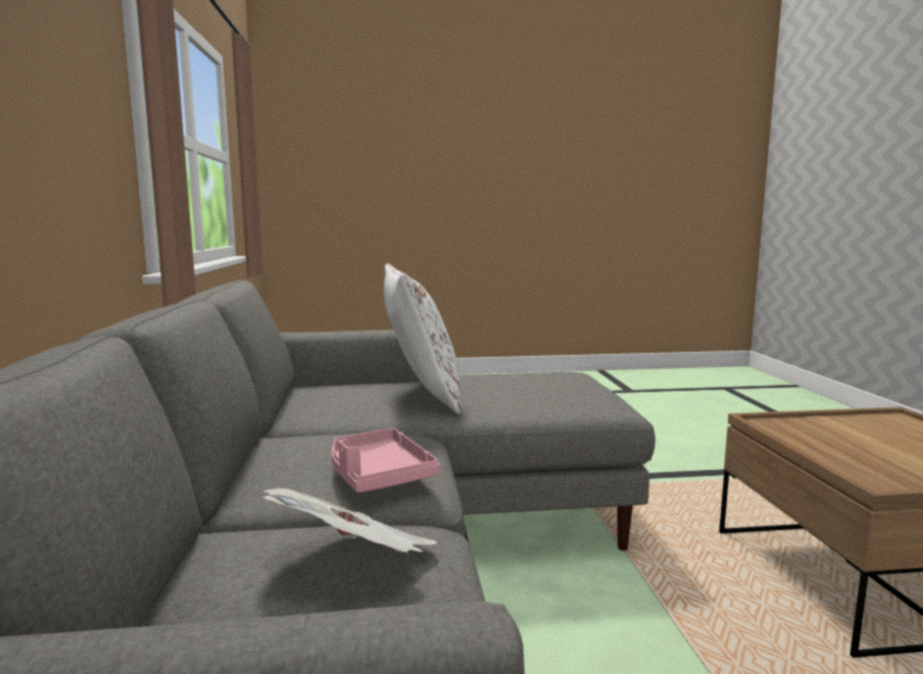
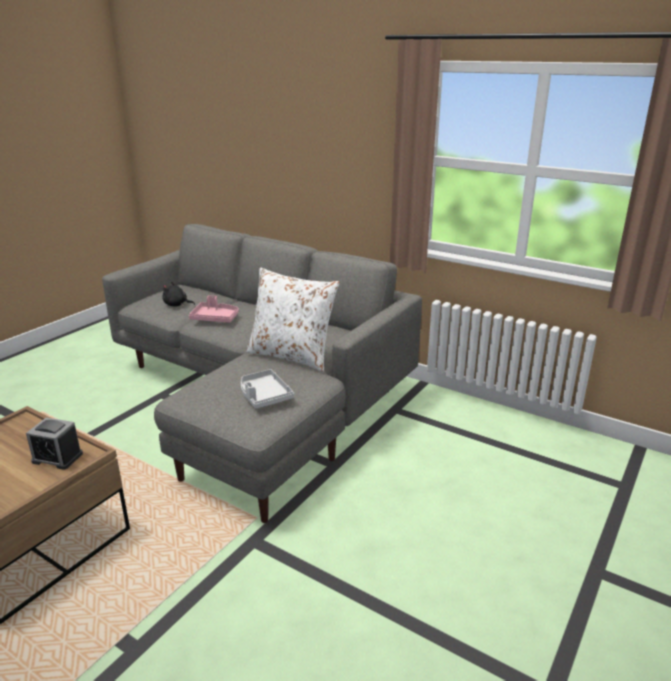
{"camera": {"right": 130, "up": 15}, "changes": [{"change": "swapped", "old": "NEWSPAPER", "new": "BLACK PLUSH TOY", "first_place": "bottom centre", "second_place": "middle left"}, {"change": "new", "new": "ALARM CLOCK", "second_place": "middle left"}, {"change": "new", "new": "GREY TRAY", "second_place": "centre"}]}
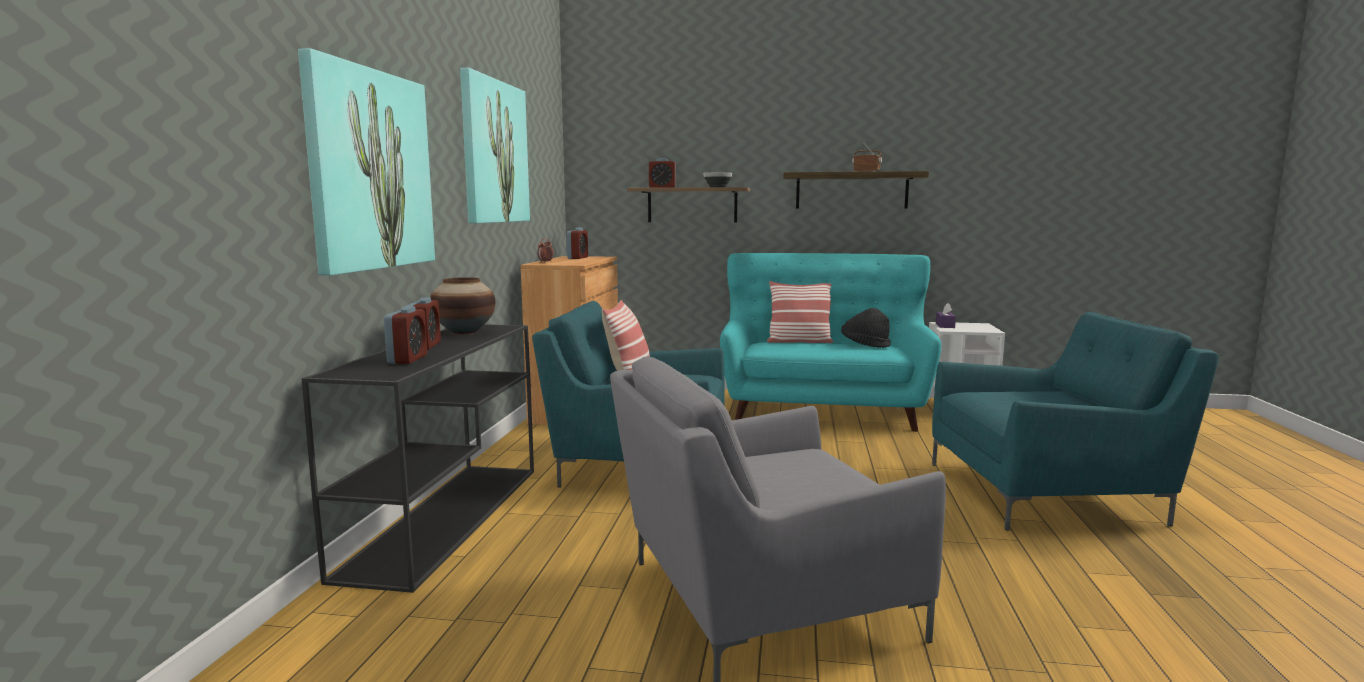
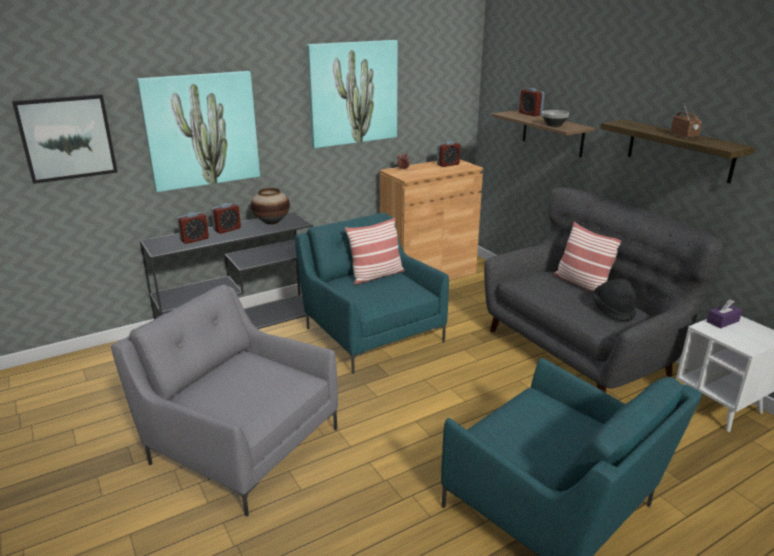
{"camera": {"right": 50, "up": 15}, "changes": [{"change": "repainted", "old": "TURQUOISE SOFA", "new": "GREY SOFA", "first_place": "centre", "second_place": "middle right"}, {"change": "new", "new": "PICTURE (no. 1 from left)", "second_place": "top left"}]}
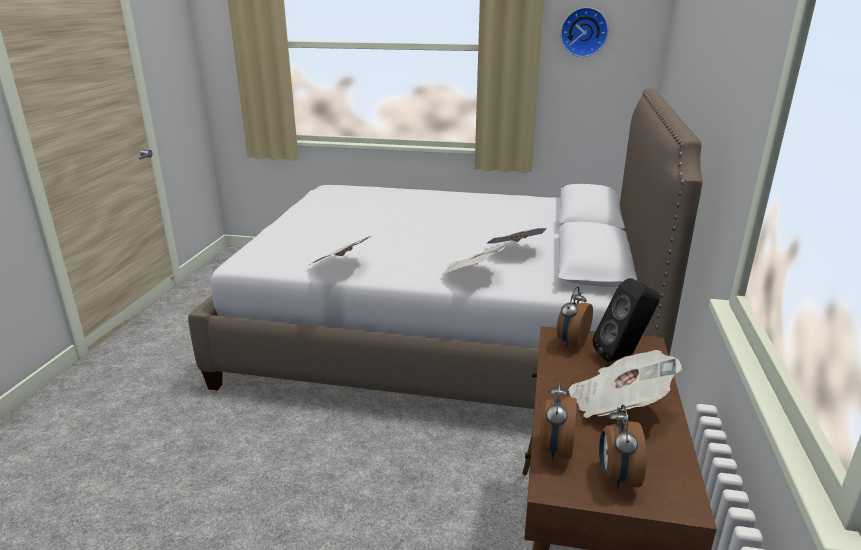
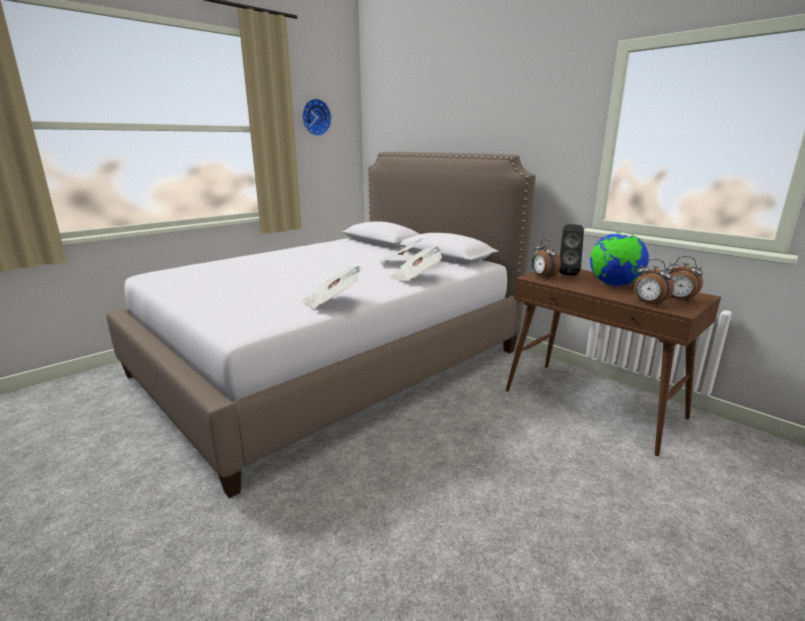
{"camera": {"right": -55, "up": -5}, "changes": [{"change": "swapped", "old": "NEWSPAPER (no. 4 from left)", "new": "GLOBE", "first_place": "bottom right", "second_place": "middle right"}]}
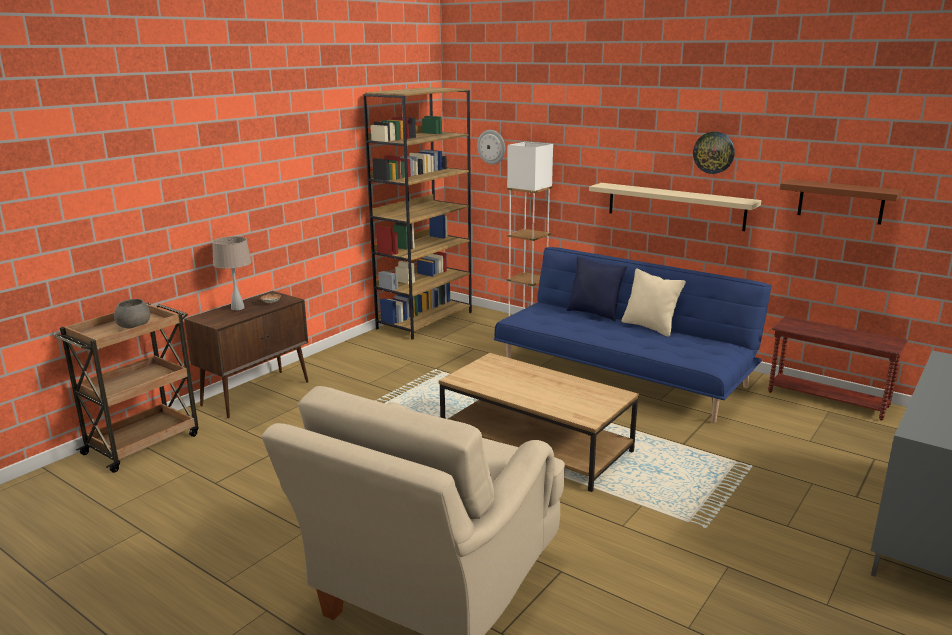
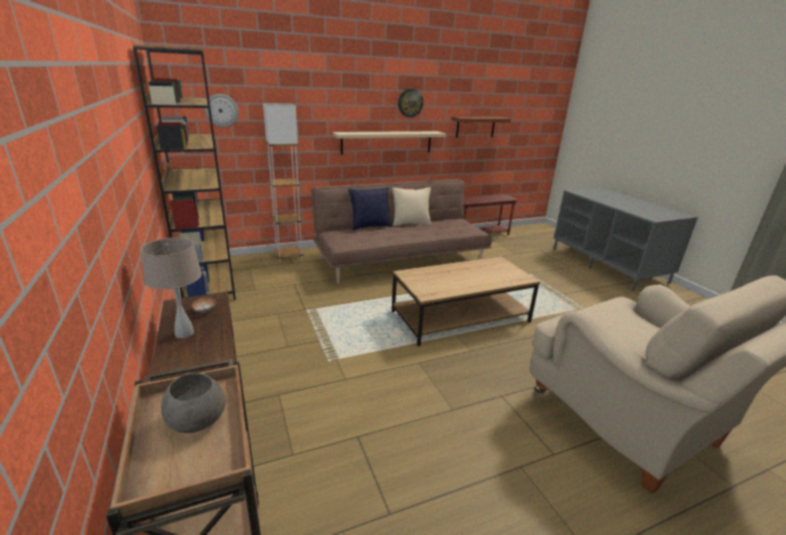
{"camera": {"right": -60, "up": 5}, "changes": [{"change": "repainted", "old": "BLUE SOFA", "new": "BROWN SOFA", "first_place": "centre", "second_place": "centre"}]}
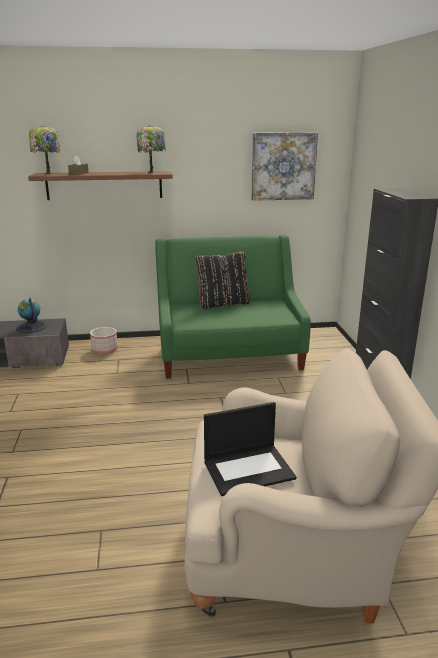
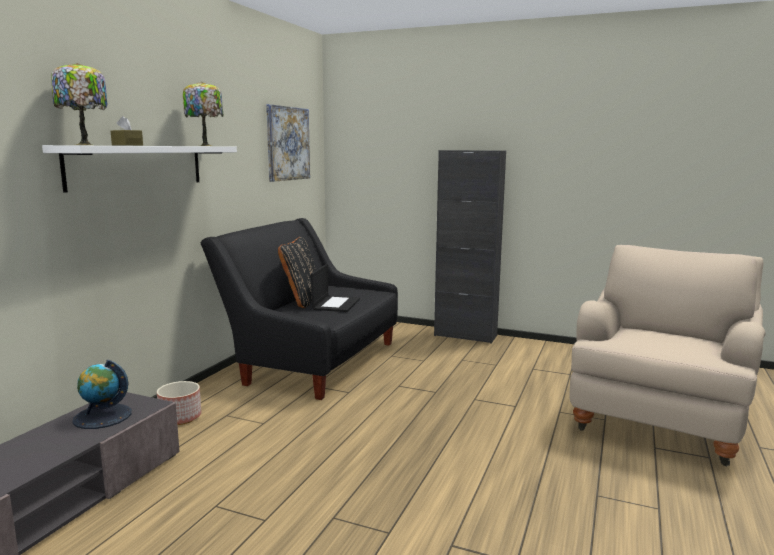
{"camera": {"right": -60, "up": -10}, "changes": [{"change": "repainted", "old": "BROWN SHELF", "new": "WHITE SHELF", "first_place": "top left", "second_place": "top left"}, {"change": "repainted", "old": "GREEN SOFA", "new": "BLACK SOFA", "first_place": "centre", "second_place": "centre"}, {"change": "shifted", "old": "LAPTOP", "first_place": "bottom centre", "second_place": "centre"}]}
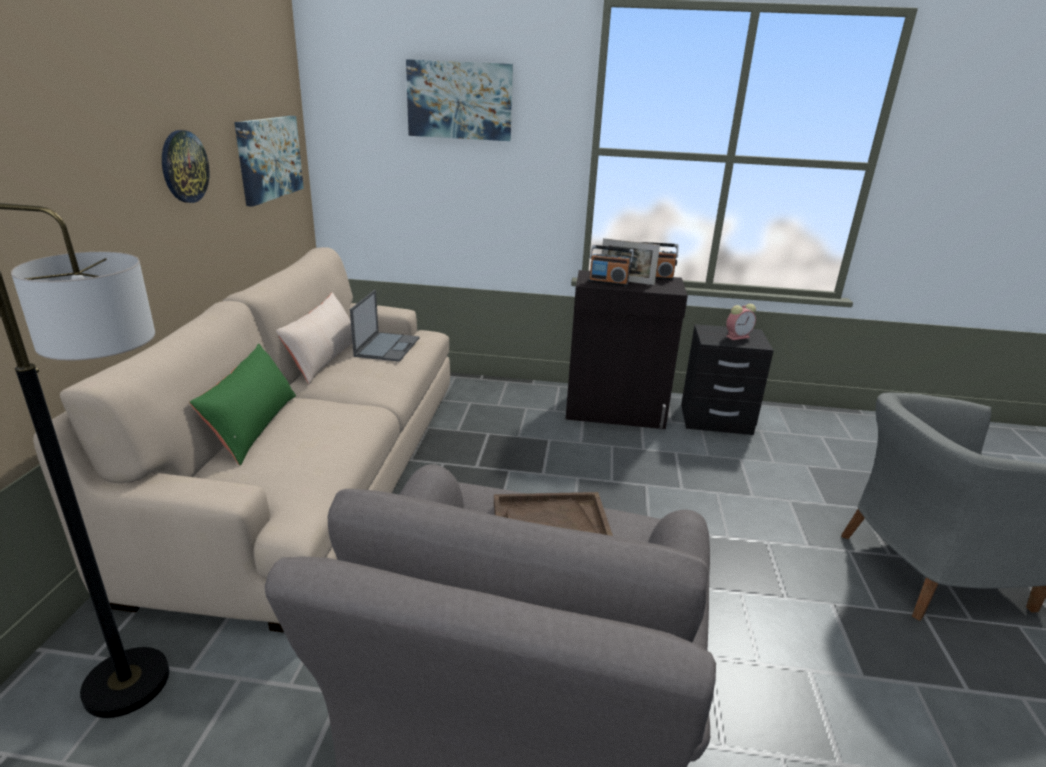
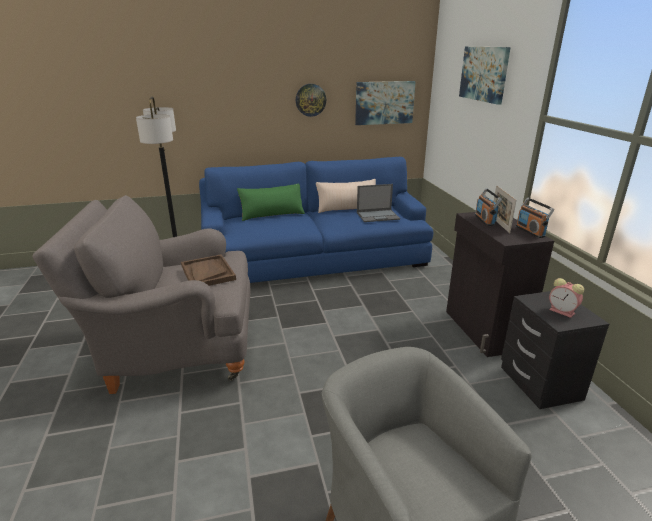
{"camera": {"right": 70, "up": 0}, "changes": [{"change": "repainted", "old": "BEIGE SOFA", "new": "BLUE SOFA", "first_place": "middle left", "second_place": "centre"}]}
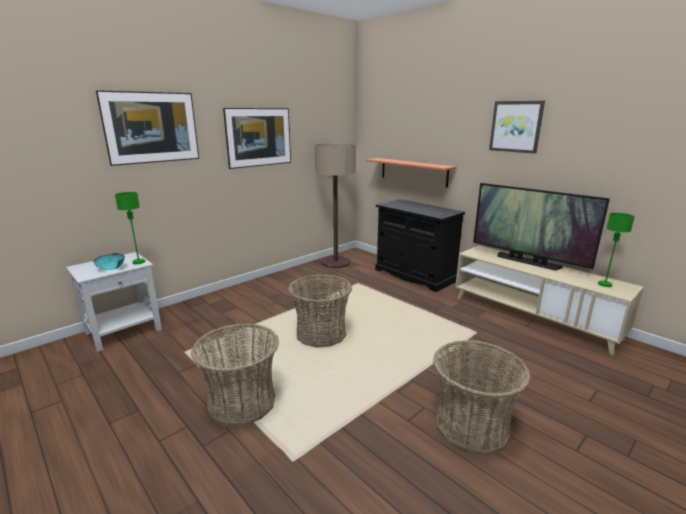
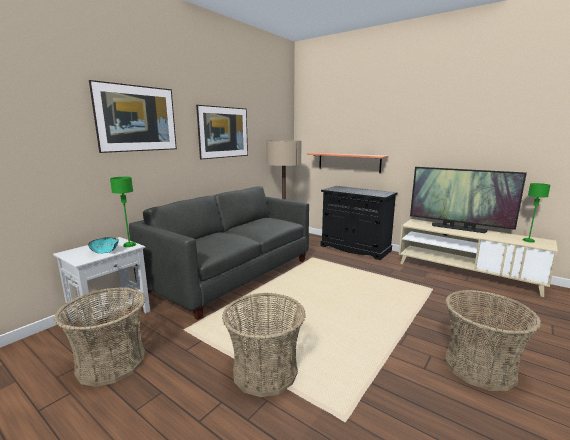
{"camera": {"right": -10, "up": -5}, "changes": [{"change": "shifted", "old": "BASKET (no. 2 from left in the first image)", "new": "BASKET (no. 1 from left)", "first_place": "centre", "second_place": "bottom left"}, {"change": "gone", "old": "PICTURE (no. 3 from left)", "first_place": "top right"}, {"change": "new", "new": "GREY SOFA", "second_place": "centre"}]}
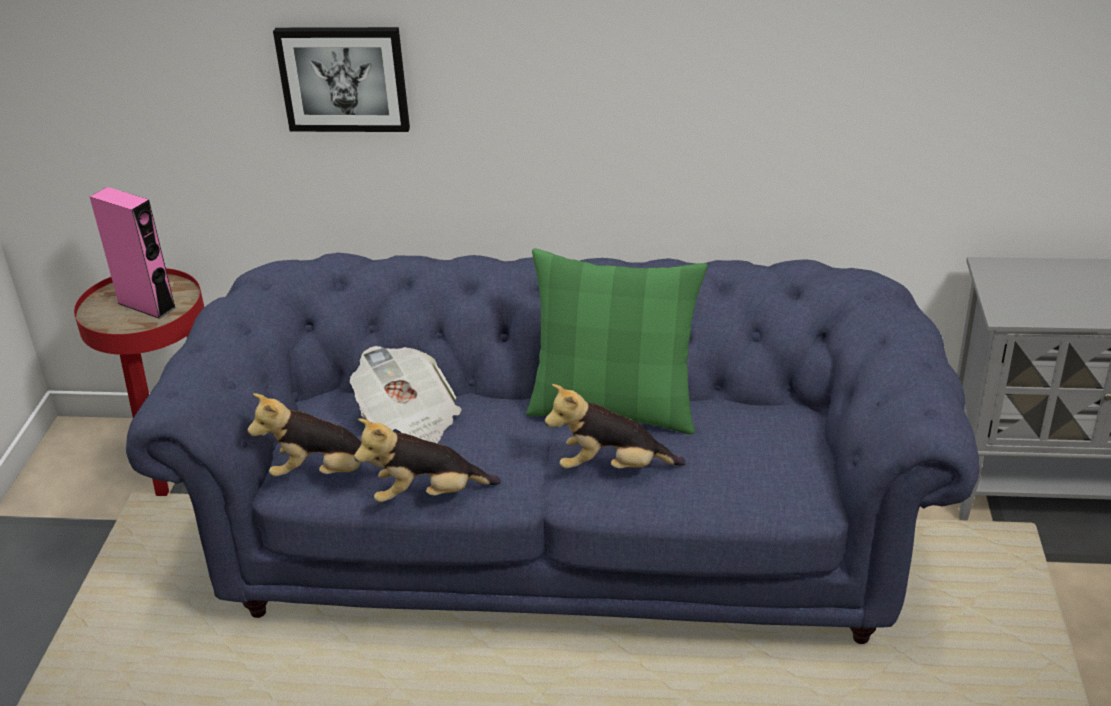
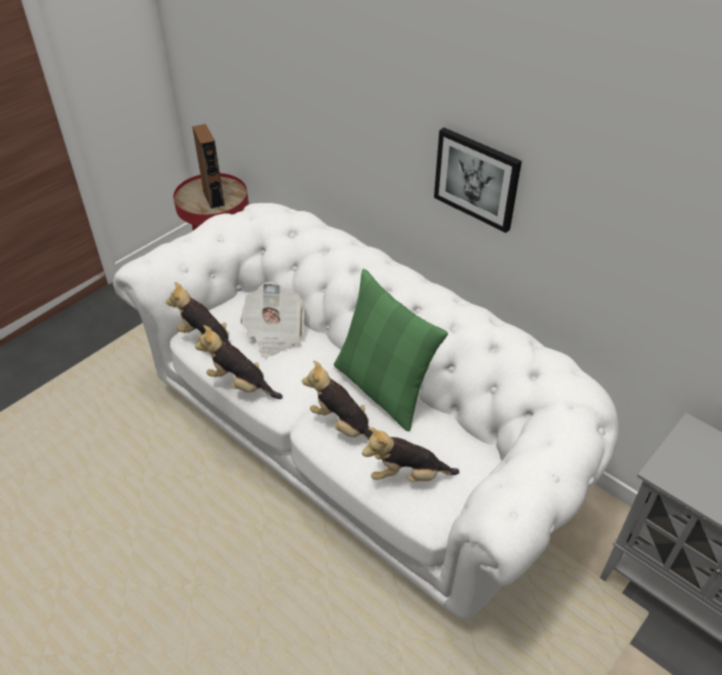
{"camera": {"right": 35, "up": 10}, "changes": [{"change": "repainted", "old": "PINK SPEAKER", "new": "BROWN SPEAKER", "first_place": "middle left", "second_place": "top left"}, {"change": "repainted", "old": "BLUE SOFA", "new": "WHITE SOFA", "first_place": "centre", "second_place": "centre"}, {"change": "shifted", "old": "PICTURE", "first_place": "top left", "second_place": "top centre"}, {"change": "new", "new": "PLUSH TOY (no. 4 from left)", "second_place": "bottom centre"}]}
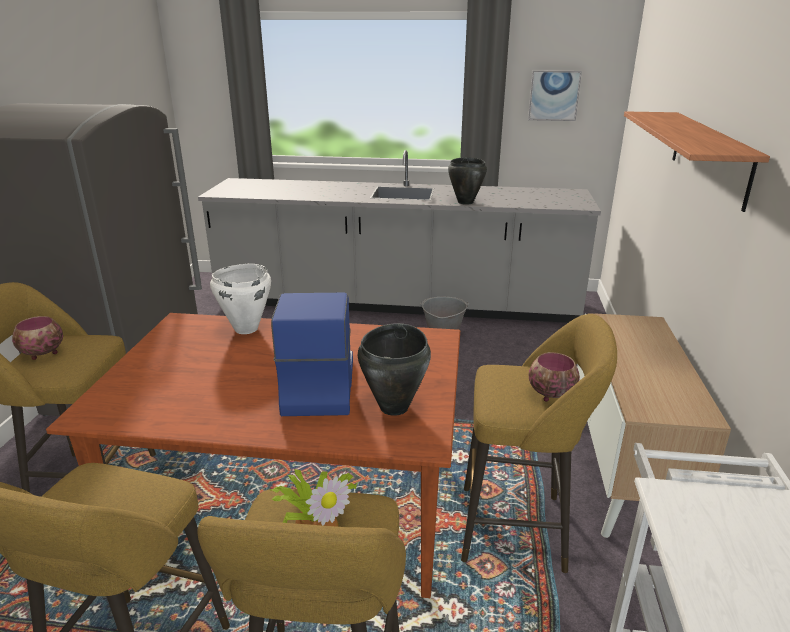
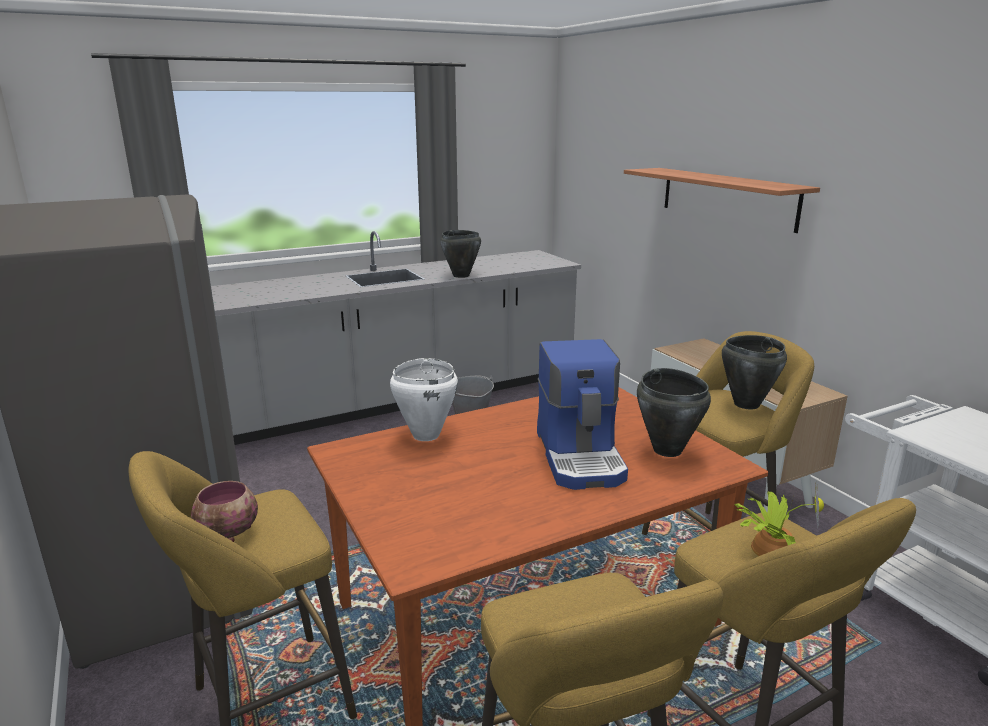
{"camera": {"right": -35, "up": -5}, "changes": [{"change": "rotated", "old": "COFFEE MACHINE", "first_place": "centre", "second_place": "centre", "degrees": -150}, {"change": "gone", "old": "PICTURE", "first_place": "top right"}, {"change": "swapped", "old": "BOWL (no. 2 from left)", "new": "BLACK COOKING POT (no. 3 from left)", "first_place": "middle right", "second_place": "middle right"}]}
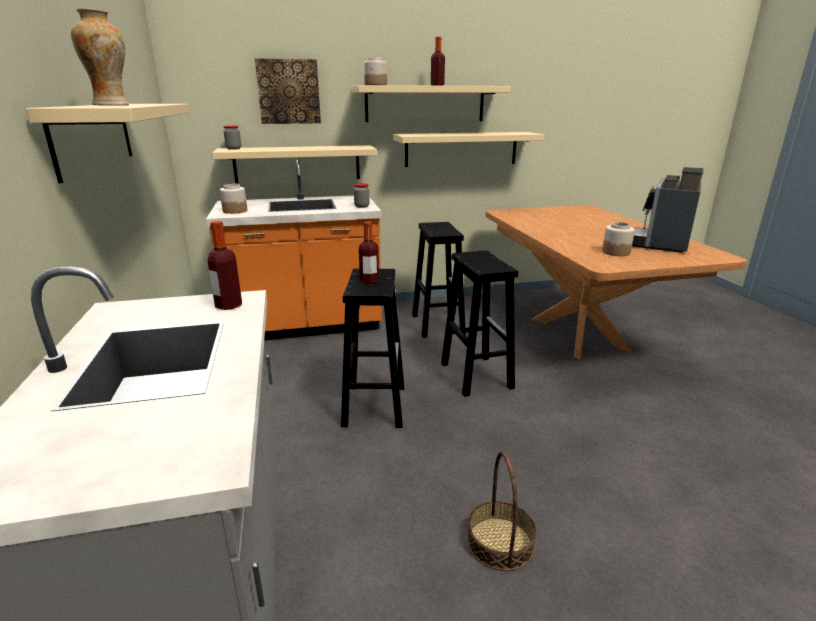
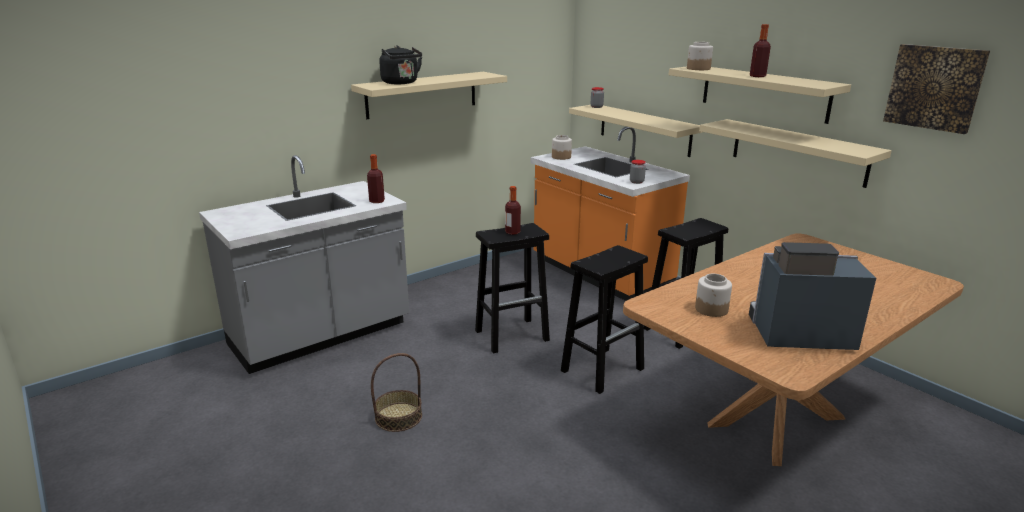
{"camera": {"right": 65, "up": 0}, "changes": [{"change": "swapped", "old": "VASE", "new": "BLACK KETTLE", "first_place": "top left", "second_place": "top centre"}, {"change": "shifted", "old": "PICTURE", "first_place": "top centre", "second_place": "top right"}]}
